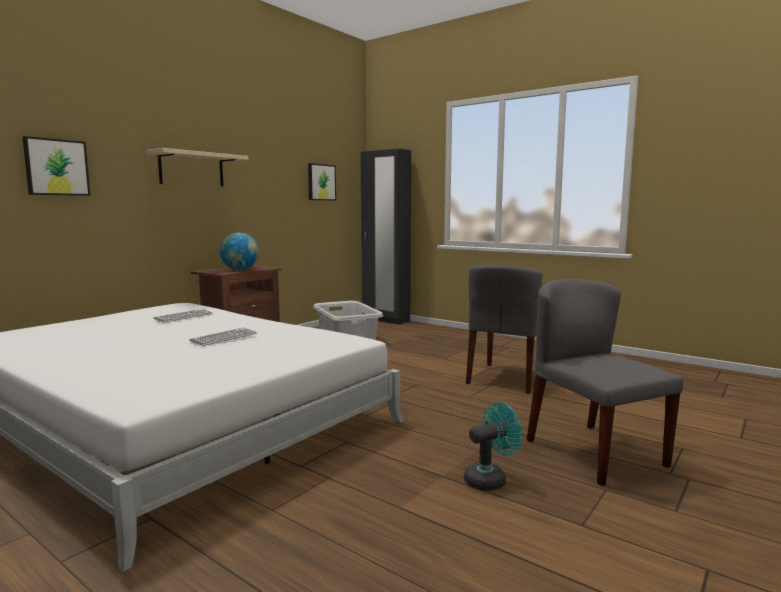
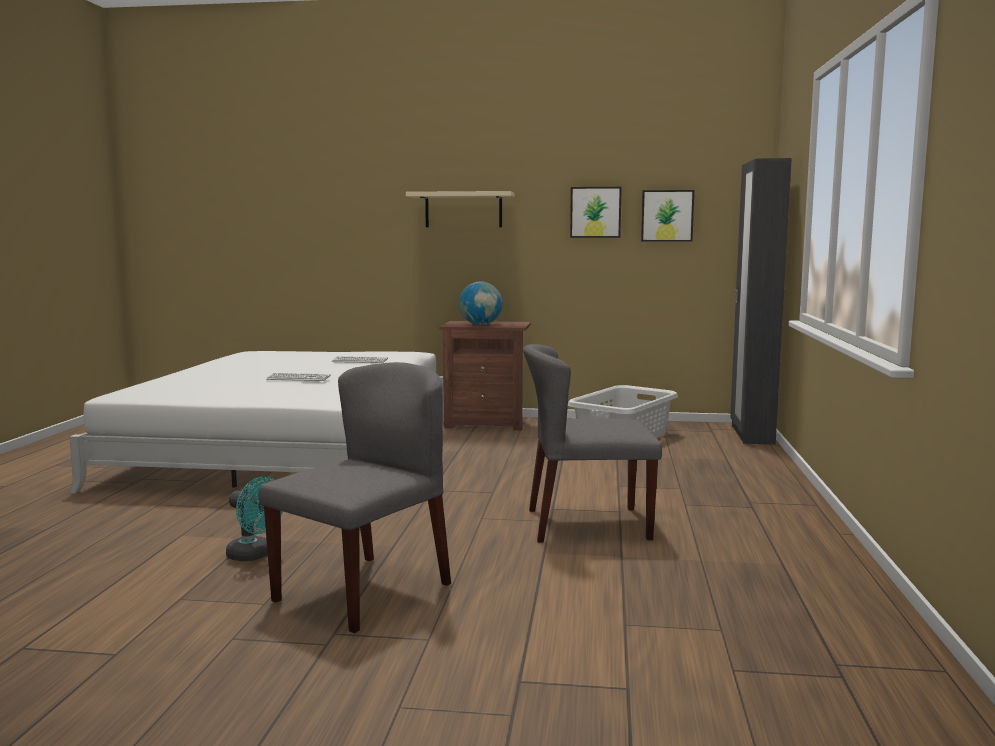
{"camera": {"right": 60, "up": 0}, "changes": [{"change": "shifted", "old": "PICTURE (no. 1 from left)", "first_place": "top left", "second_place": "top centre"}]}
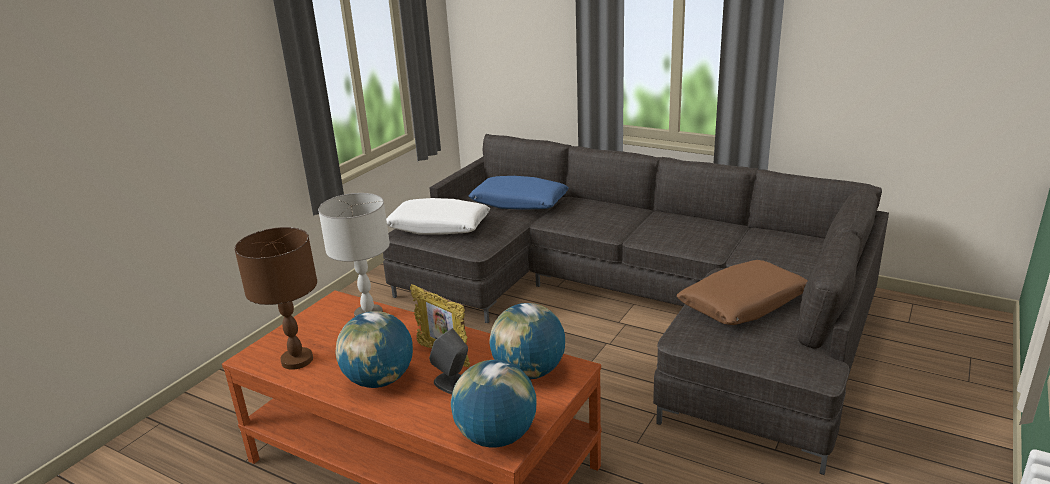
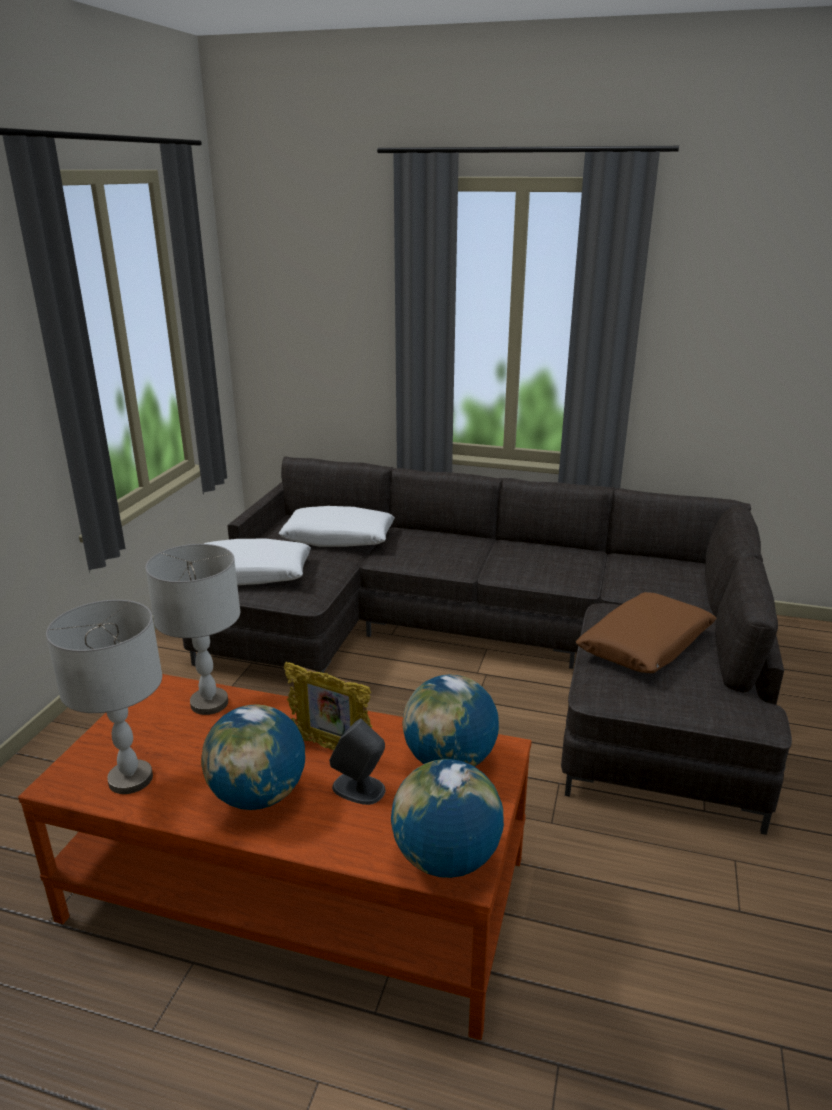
{"camera": {"right": -15, "up": 0}, "changes": [{"change": "repainted", "old": "BROWN TABLE LAMP", "new": "GREY TABLE LAMP (no. 1 from left)", "first_place": "middle left", "second_place": "middle left"}, {"change": "repainted", "old": "BLUE PILLOW", "new": "WHITE PILLOW (no. 2 from left)", "first_place": "centre", "second_place": "centre"}]}
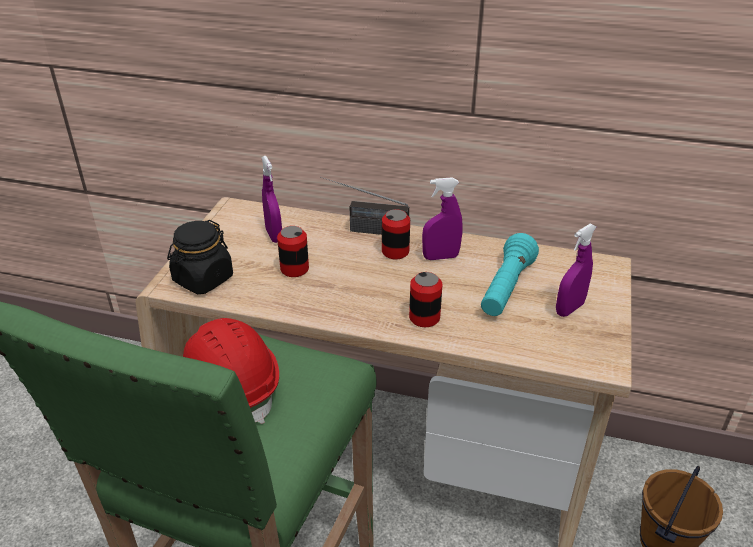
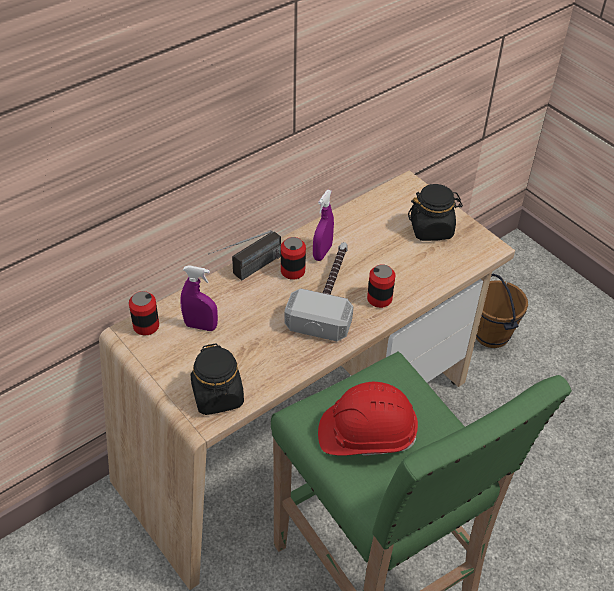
{"camera": {"right": -55, "up": 10}, "changes": [{"change": "shifted", "old": "CAN (no. 1 from left)", "first_place": "centre", "second_place": "middle left"}, {"change": "gone", "old": "TURQUOISE FLASHLIGHT", "first_place": "middle right"}, {"change": "swapped", "old": "PURPLE SPRAY BOTTLE (no. 3 from left)", "new": "BLACK JAR (no. 2 from left)", "first_place": "middle right", "second_place": "middle right"}, {"change": "new", "new": "HAMMER", "second_place": "centre"}]}
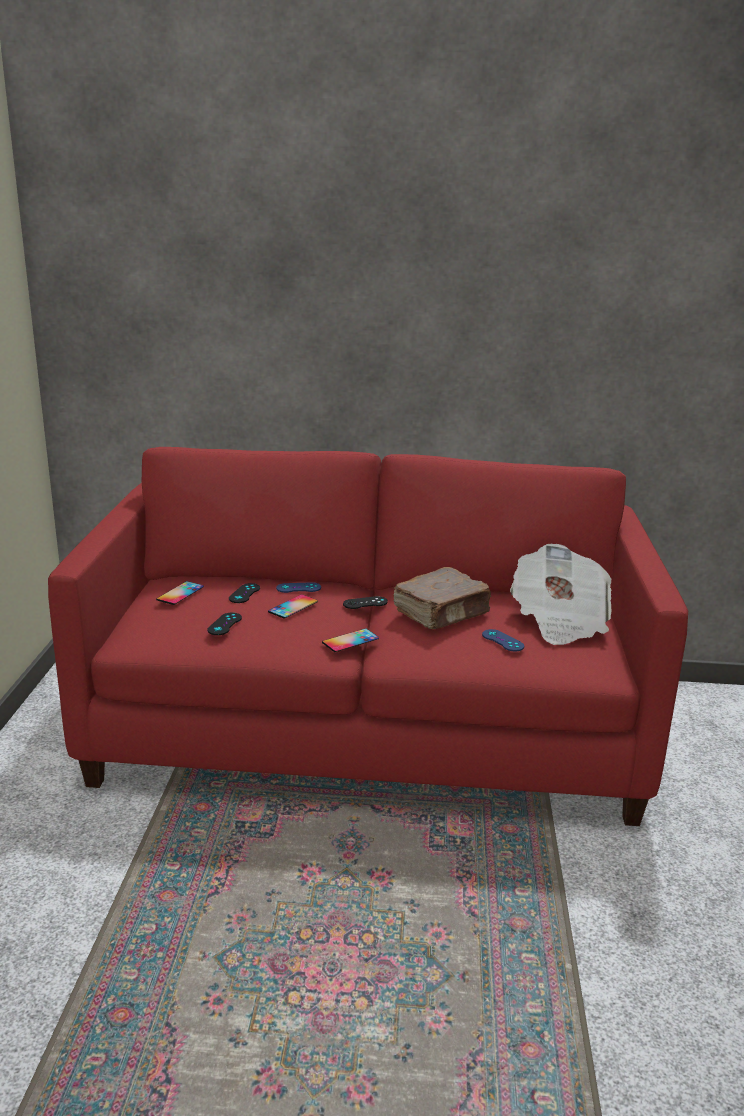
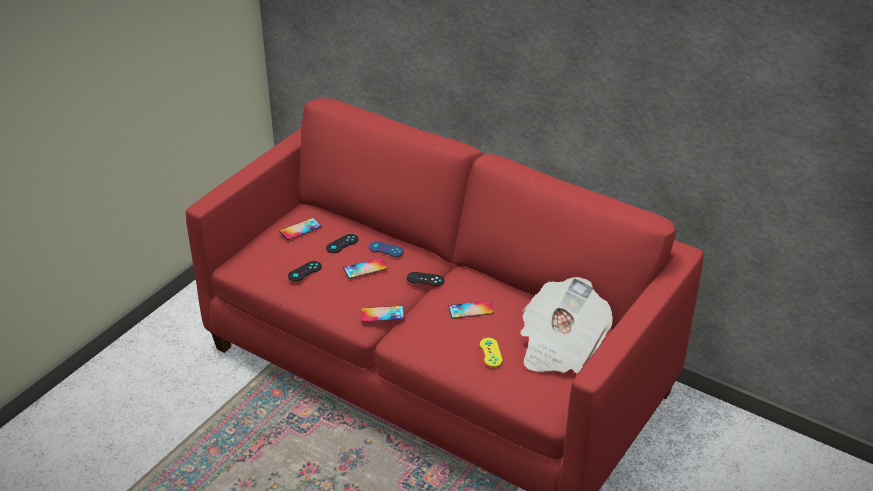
{"camera": {"right": 30, "up": 15}, "changes": [{"change": "swapped", "old": "BROWN BOOK", "new": "PHONE (no. 4 from left)", "first_place": "centre", "second_place": "centre"}, {"change": "repainted", "old": "BLUE GAME CONTROLLER (no. 2 from left)", "new": "YELLOW GAME CONTROLLER", "first_place": "middle right", "second_place": "bottom centre"}]}
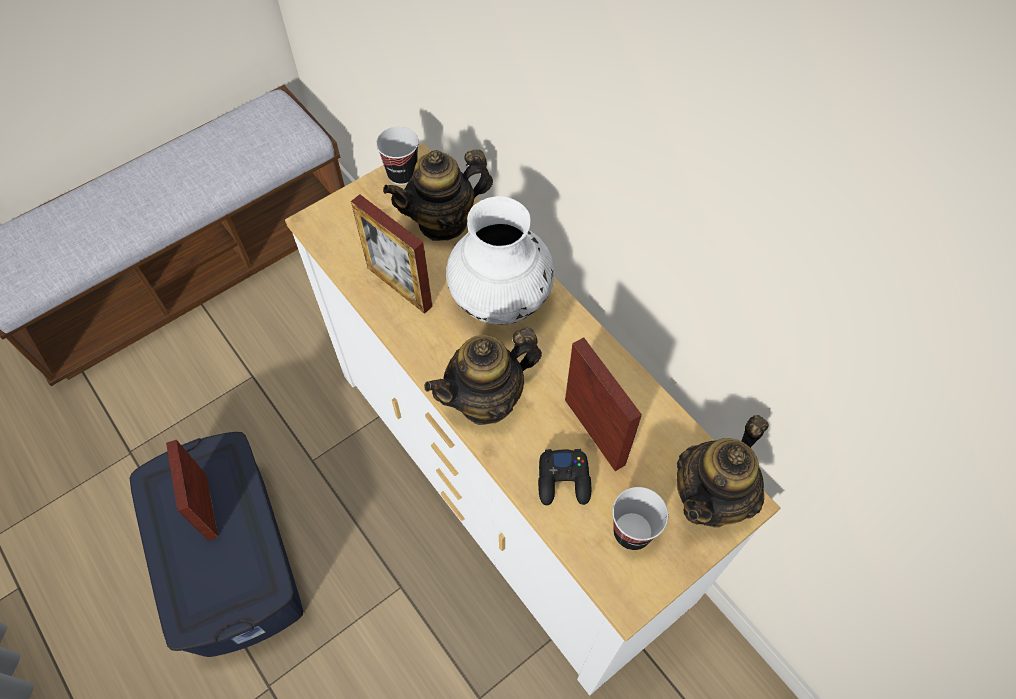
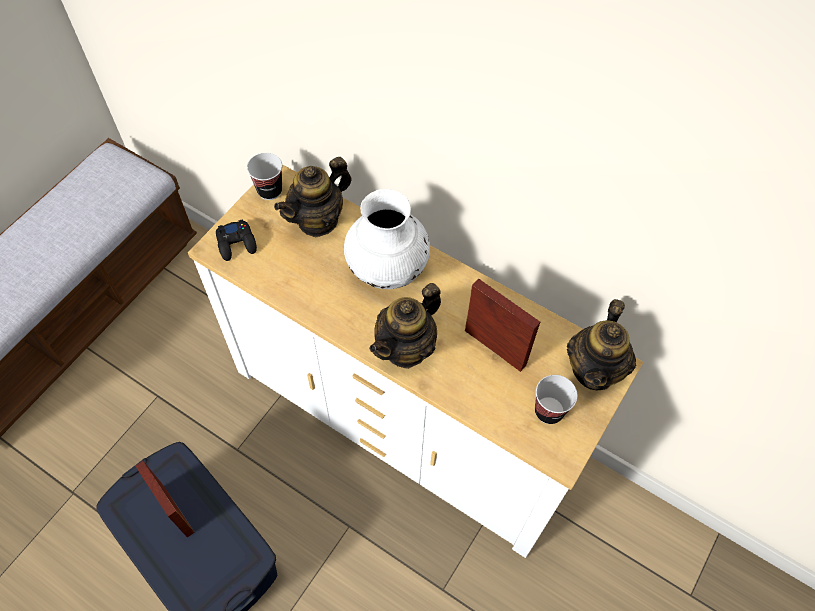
{"camera": {"right": -20, "up": 0}, "changes": [{"change": "gone", "old": "PICTURE FRAME (no. 2 from left)", "first_place": "centre"}, {"change": "shifted", "old": "BLACK GAME CONTROLLER", "first_place": "bottom centre", "second_place": "middle left"}]}
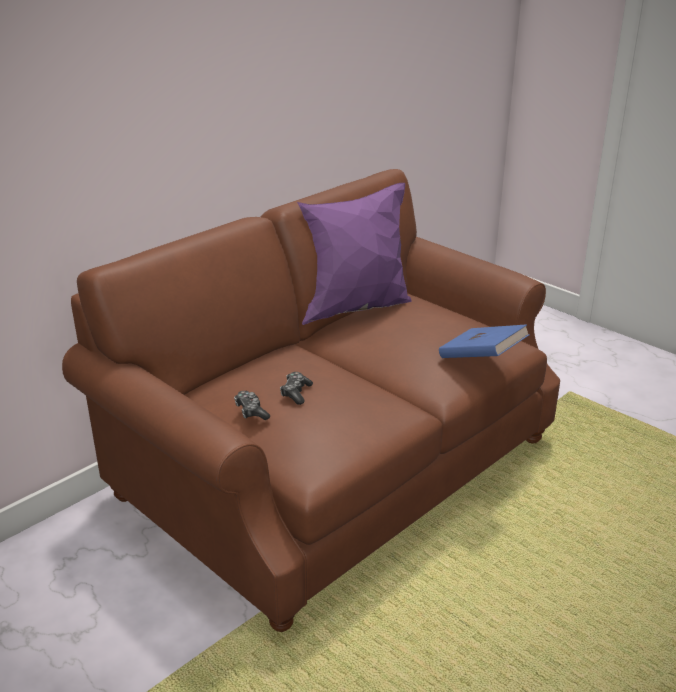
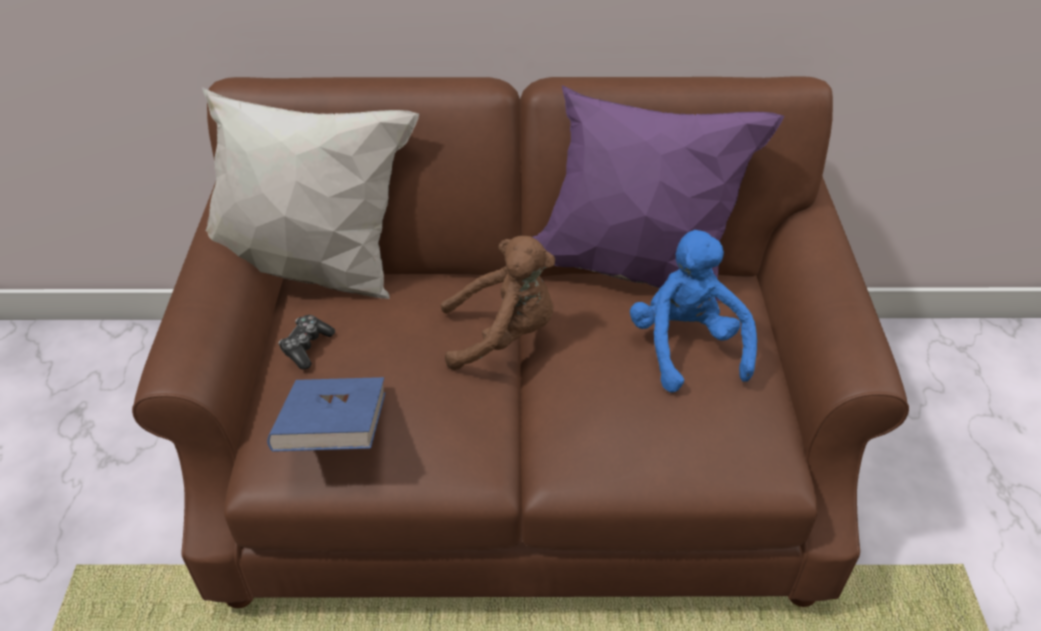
{"camera": {"right": 45, "up": 15}, "changes": [{"change": "gone", "old": "GAME CONTROLLER (no. 2 from left)", "first_place": "centre"}, {"change": "shifted", "old": "BLUE BOOK", "first_place": "middle right", "second_place": "middle left"}, {"change": "new", "new": "WHITE PILLOW", "second_place": "top left"}, {"change": "new", "new": "BROWN PLUSH TOY", "second_place": "centre"}, {"change": "new", "new": "BLUE PLUSH TOY", "second_place": "centre"}]}
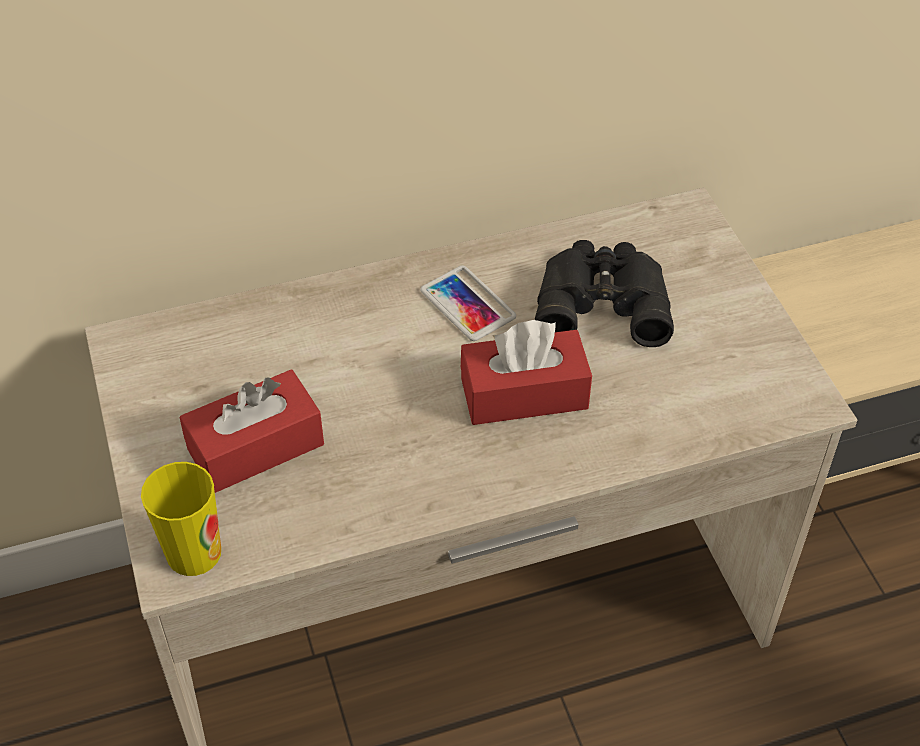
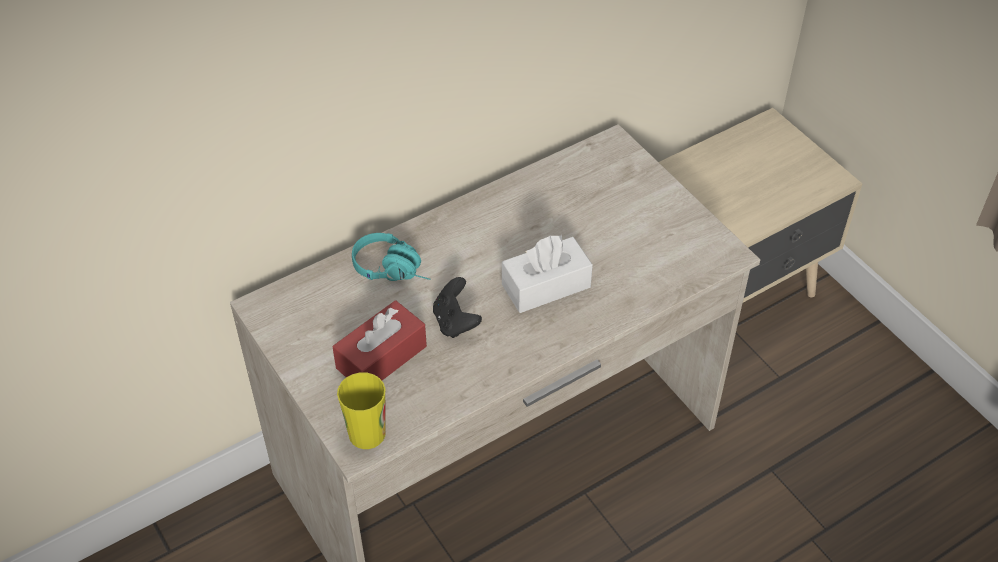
{"camera": {"right": -15, "up": 0}, "changes": [{"change": "gone", "old": "PHONE", "first_place": "centre"}, {"change": "repainted", "old": "RED TISSUE BOX (no. 2 from left)", "new": "WHITE TISSUE BOX", "first_place": "centre", "second_place": "centre"}, {"change": "gone", "old": "BLACK BINOCULARS", "first_place": "centre"}, {"change": "new", "new": "TURQUOISE HEADPHONES", "second_place": "centre"}, {"change": "new", "new": "BLACK GAME CONTROLLER", "second_place": "centre"}]}
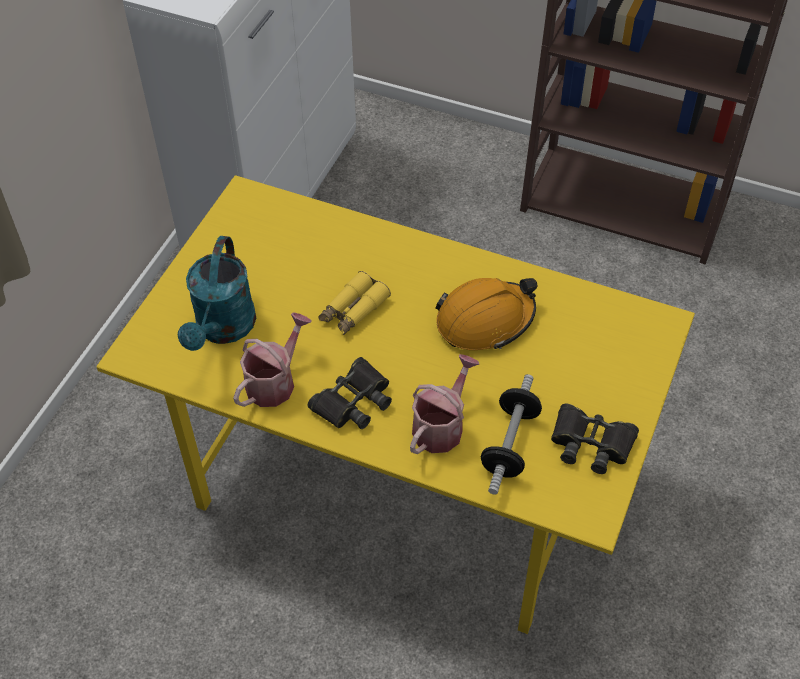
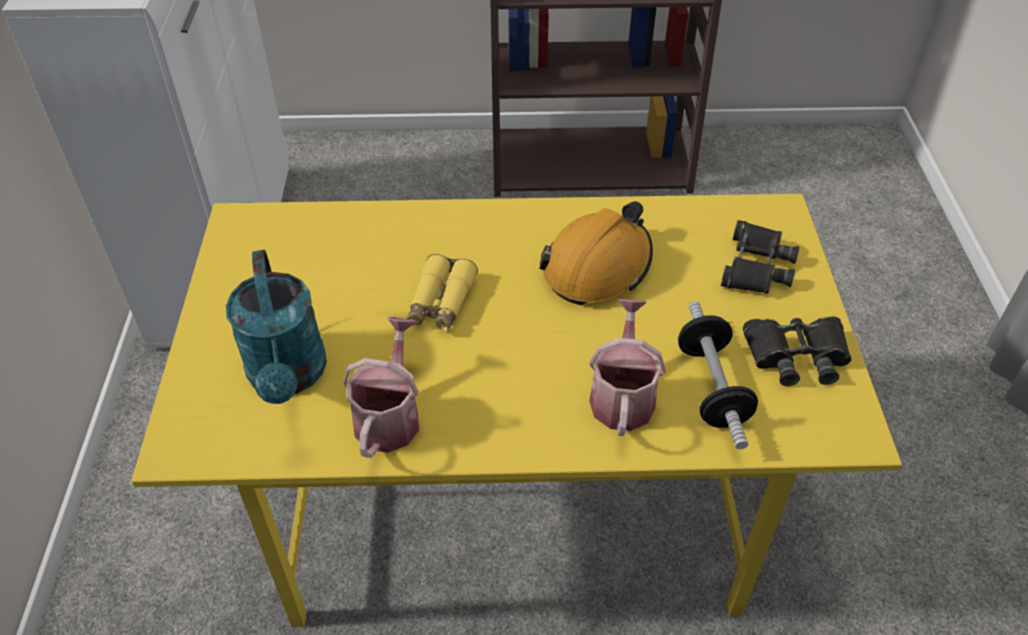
{"camera": {"right": -25, "up": -5}, "changes": [{"change": "shifted", "old": "BLACK BINOCULARS (no. 1 from left)", "first_place": "centre", "second_place": "middle right"}]}
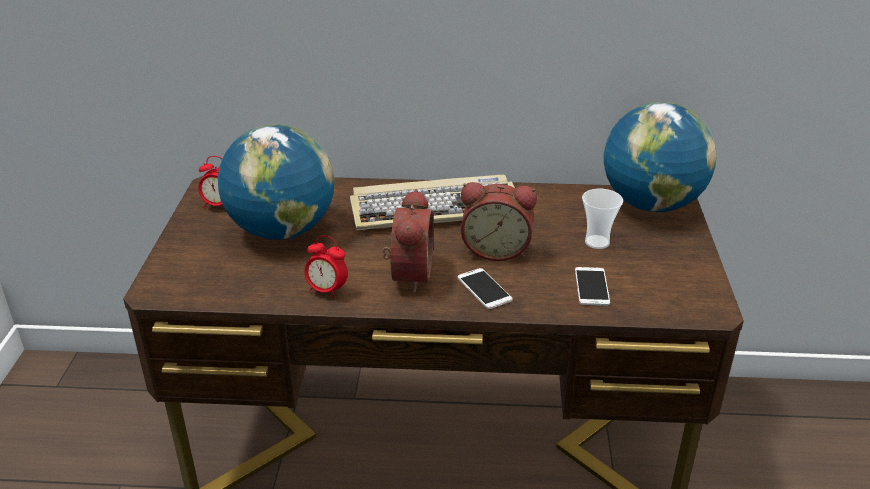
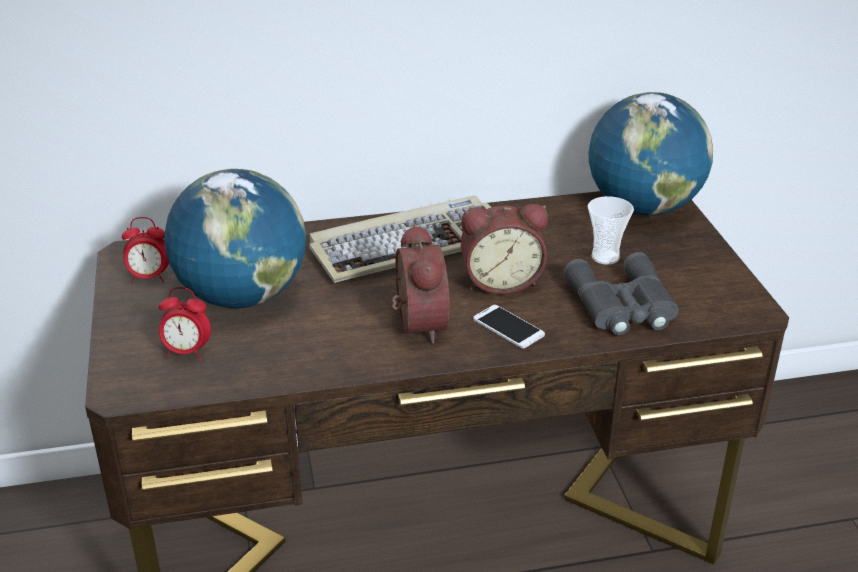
{"camera": {"right": -15, "up": 0}, "changes": [{"change": "shifted", "old": "ALARM CLOCK (no. 2 from left)", "first_place": "centre", "second_place": "middle left"}, {"change": "swapped", "old": "PHONE (no. 2 from left)", "new": "GREY BINOCULARS", "first_place": "middle right", "second_place": "middle right"}]}
